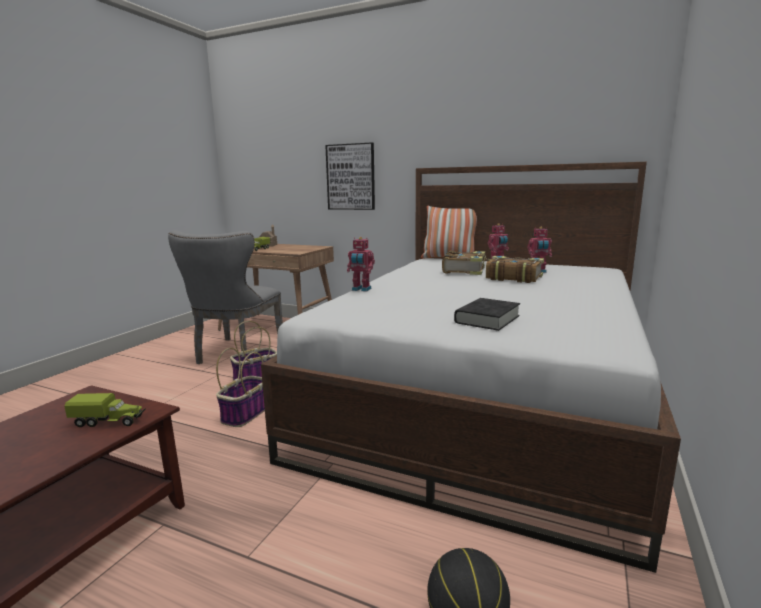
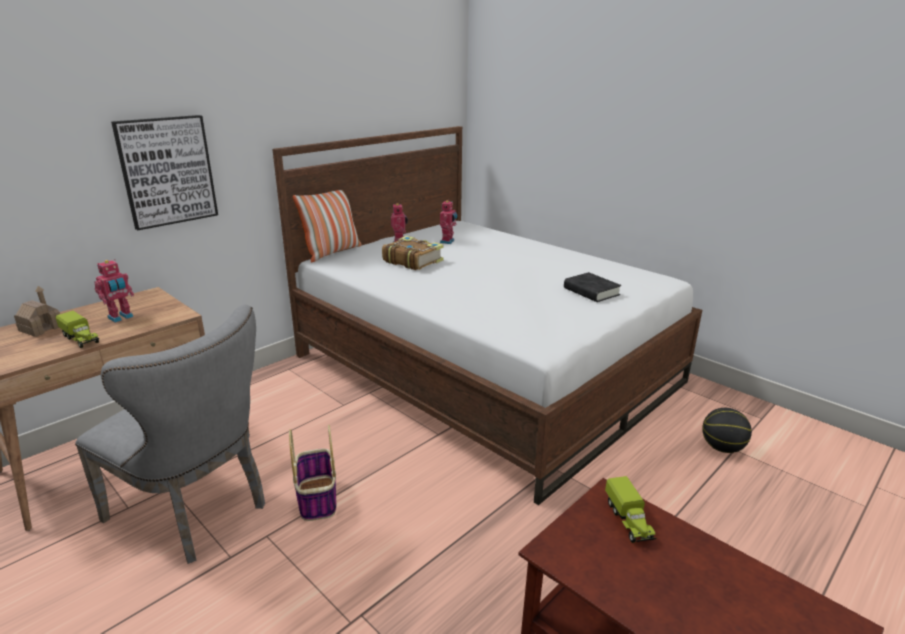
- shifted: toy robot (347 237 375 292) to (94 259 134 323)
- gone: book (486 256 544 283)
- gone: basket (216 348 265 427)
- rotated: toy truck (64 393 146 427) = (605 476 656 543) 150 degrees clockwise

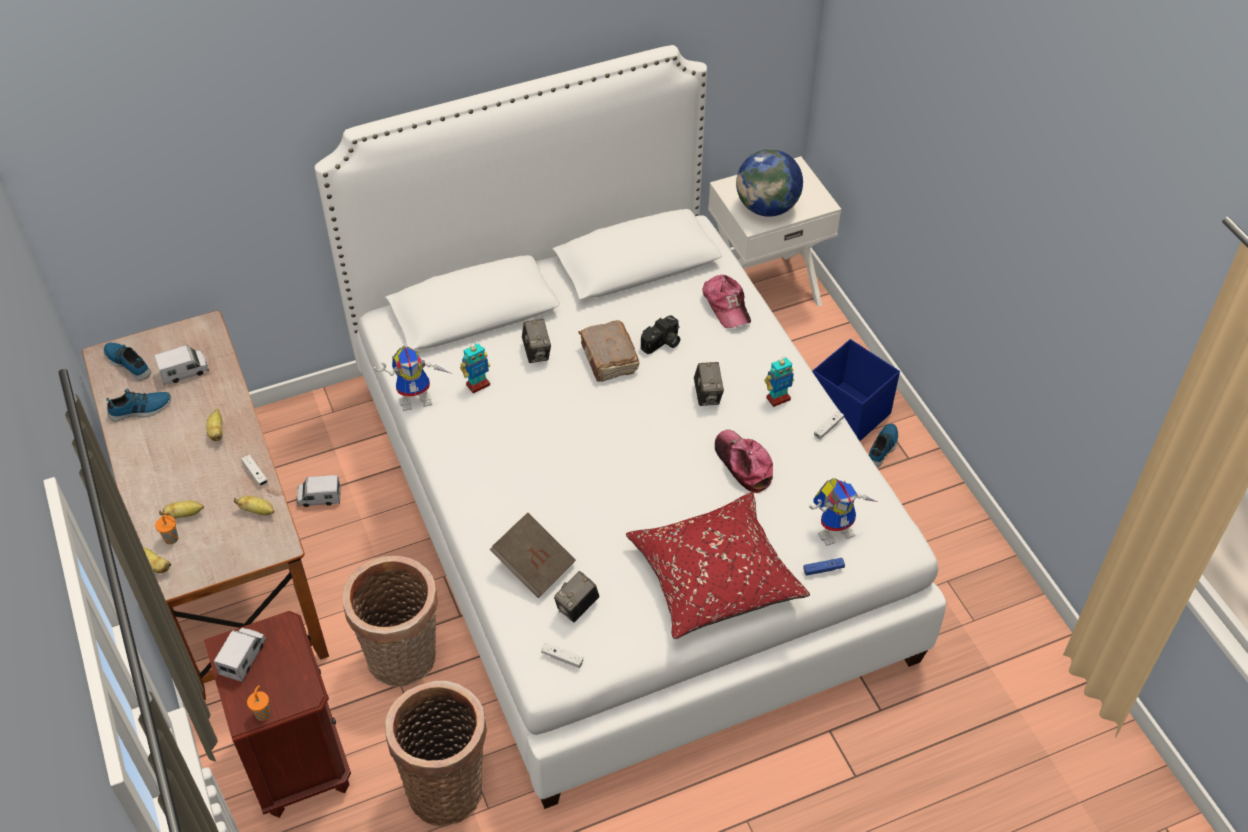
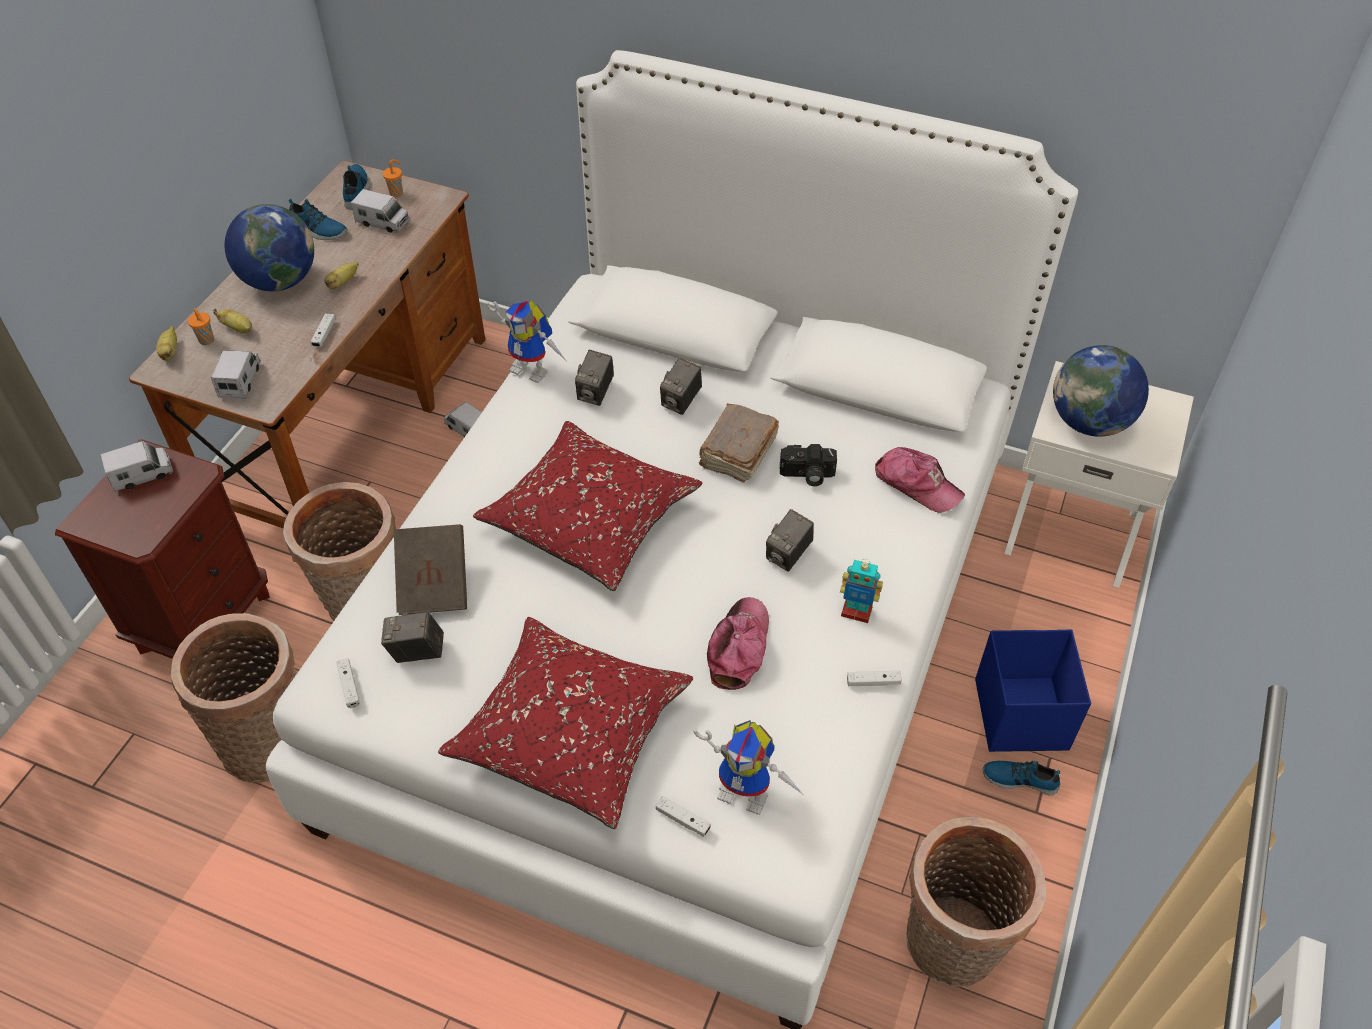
- rotated: cap (703 275 751 328) = (875 447 965 513) 75 degrees counterclockwise
- swapped: toy robot (460 343 490 393) to photo camera (575 350 614 406)
- rotated: shoe (869 424 898 467) = (983 761 1060 796) 150 degrees counterclockwise
- gone: banana (234 495 274 516)
- repainted: blue game controller (804 558 845 576) to white game controller (656 796 711 837)
- shifted: orange cup (247 685 270 721) to (383 159 403 198)
- new: globe (225 204 314 291)
- new: toy truck (211 350 261 399)
- new: red pillow (473 421 702 591)
- new: basket (906 816 1046 987)

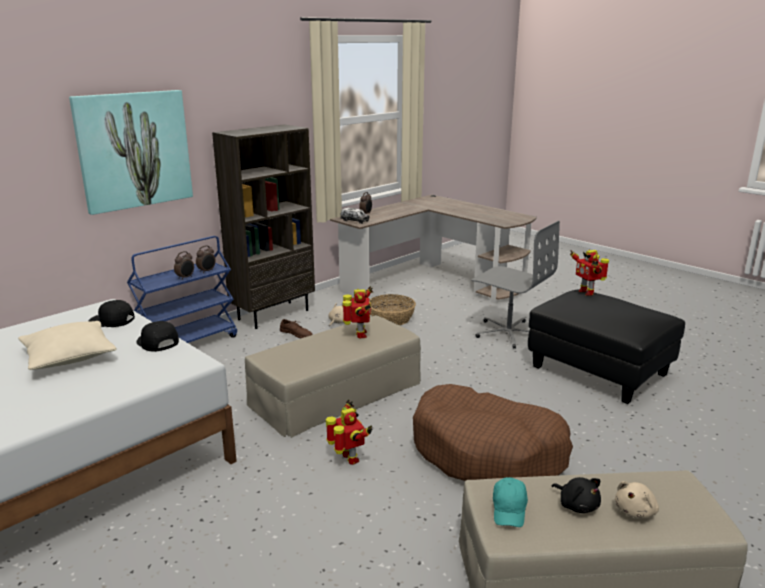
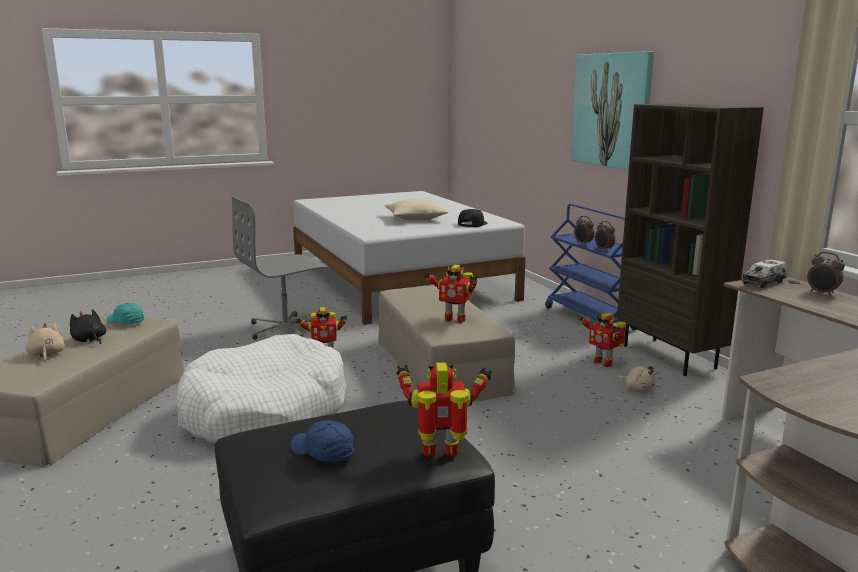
- shifted: grey office chair (472 220 560 349) to (232 197 328 340)
- gone: basket (369 294 416 325)
- swapped: brown shoe (280 319 313 338) to toy robot (579 313 626 367)
- gone: black cap (136 321 179 352)
- repainted: brown dog bed (413 384 573 481) to white dog bed (177 334 346 443)
- rotated: black plush toy (552 477 601 513) = (70 309 106 344) 60 degrees clockwise
- new: blue cap (291 420 355 462)

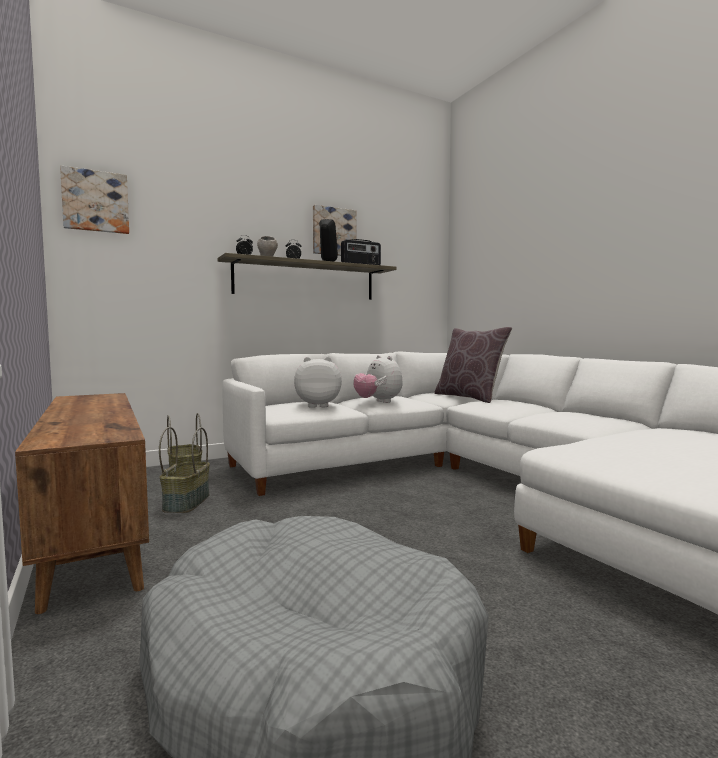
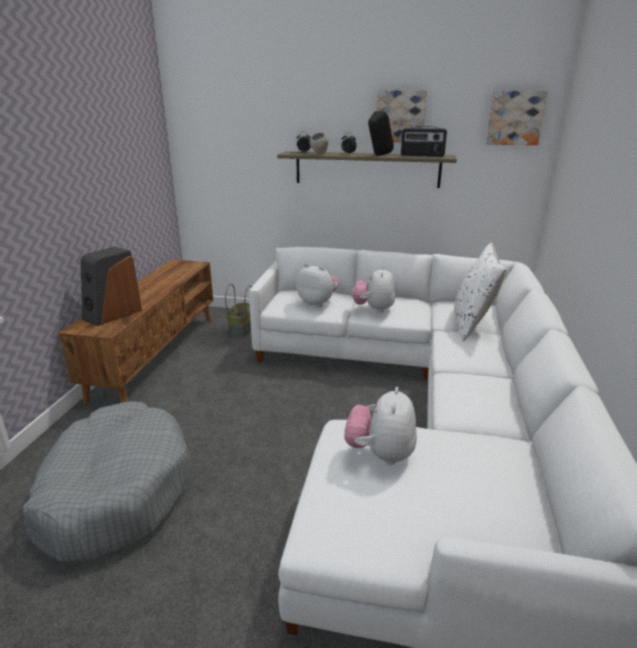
- shifted: picture (60 165 129 234) to (486 91 548 145)
- repainted: brown pillow (434 327 512 403) to white pillow (454 243 506 341)
- gone: basket (159 427 210 513)
- new: speaker (81 247 142 326)
- new: plush toy (344 387 417 465)

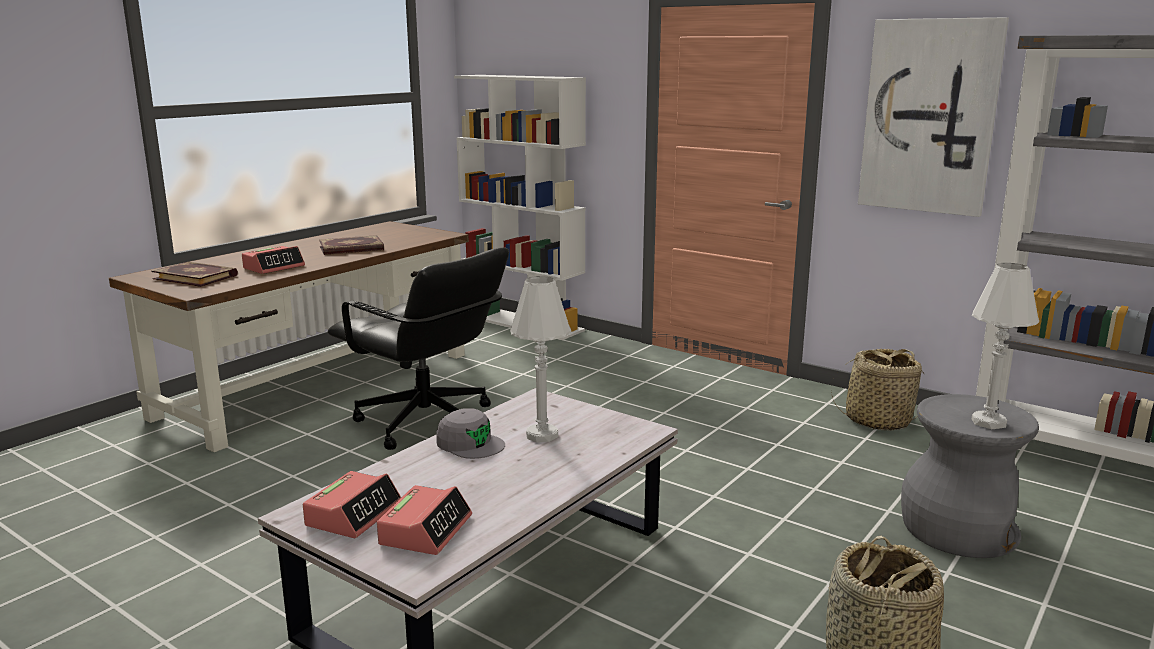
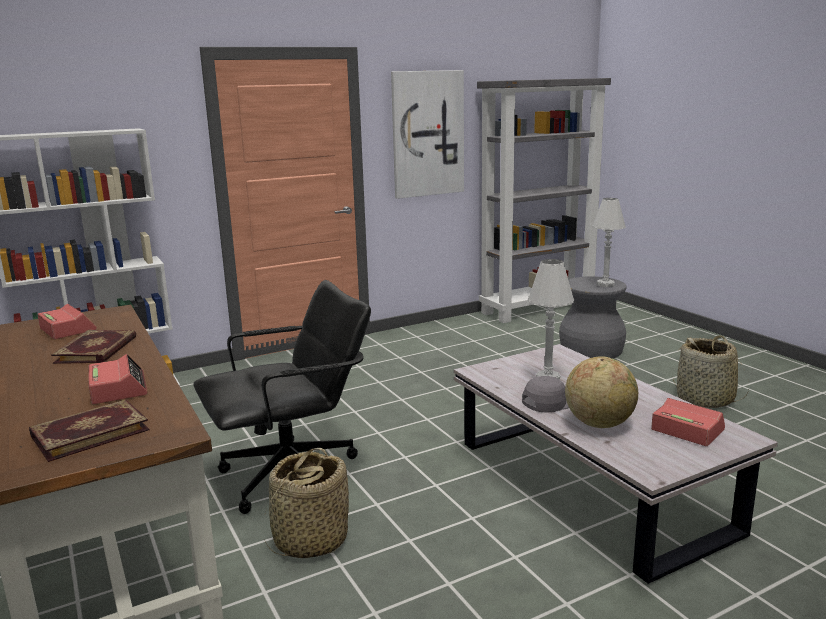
- shifted: basket (831 348 925 431) to (264 448 349 558)
- shifted: alarm clock (303 471 401 538) to (38 304 97 339)
- new: globe (565 357 638 428)

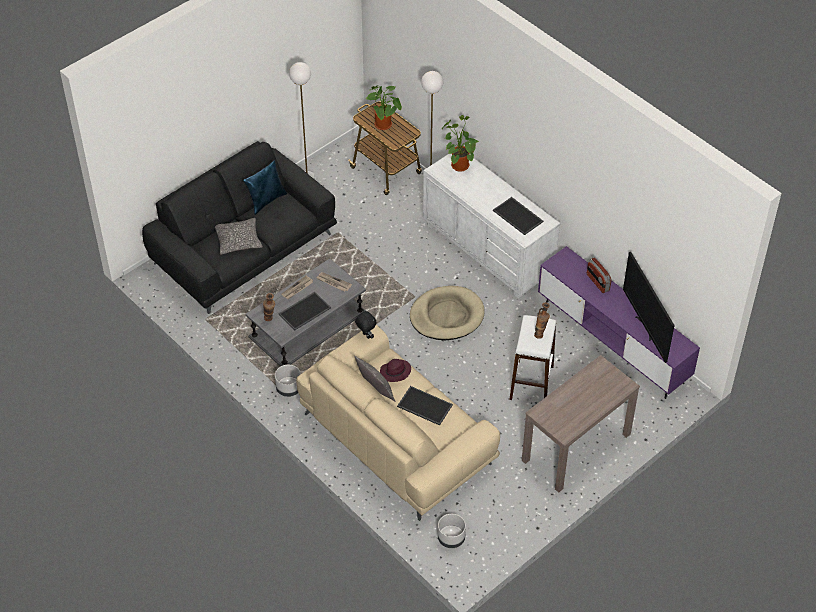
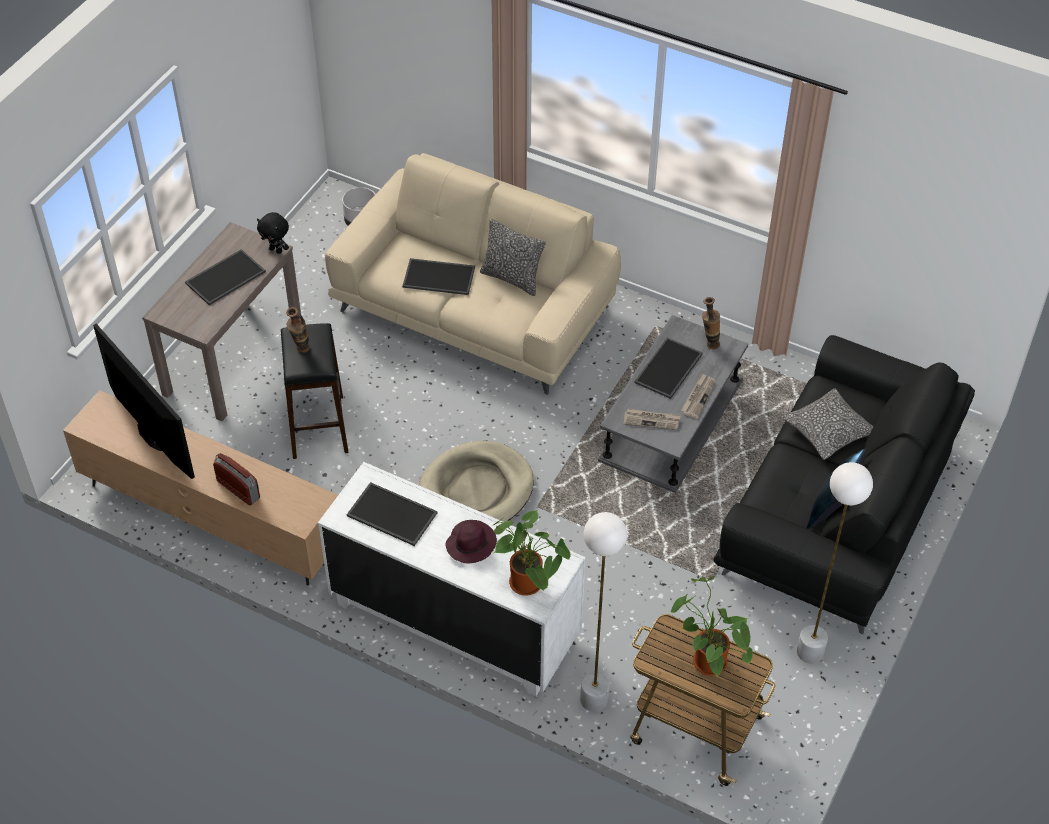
- repainted: purple tv stand (538 246 700 399) to brown tv stand (63 390 338 585)
- shifted: black plush toy (355 310 376 339) to (257 212 289 254)
- repainted: white stool (509 315 556 400) to black stool (281 323 348 459)
- shifted: purple hat (380 359 411 382) to (445 520 497 563)
- gone: grey planter (275 365 301 397)
- new: tray (185 249 266 305)

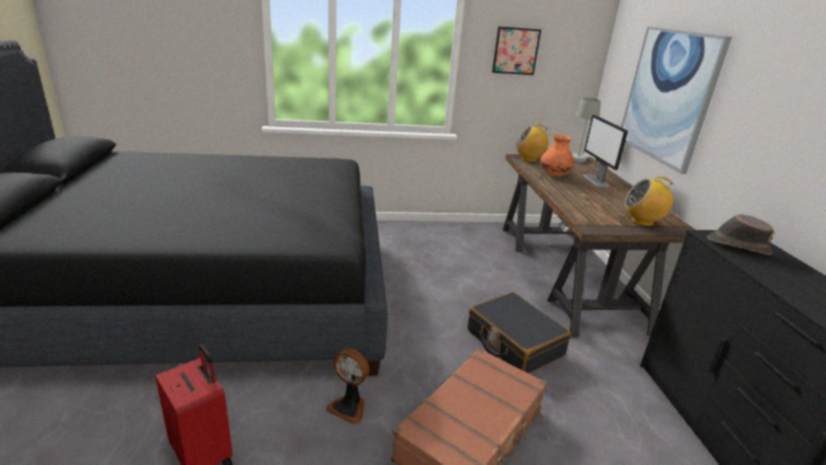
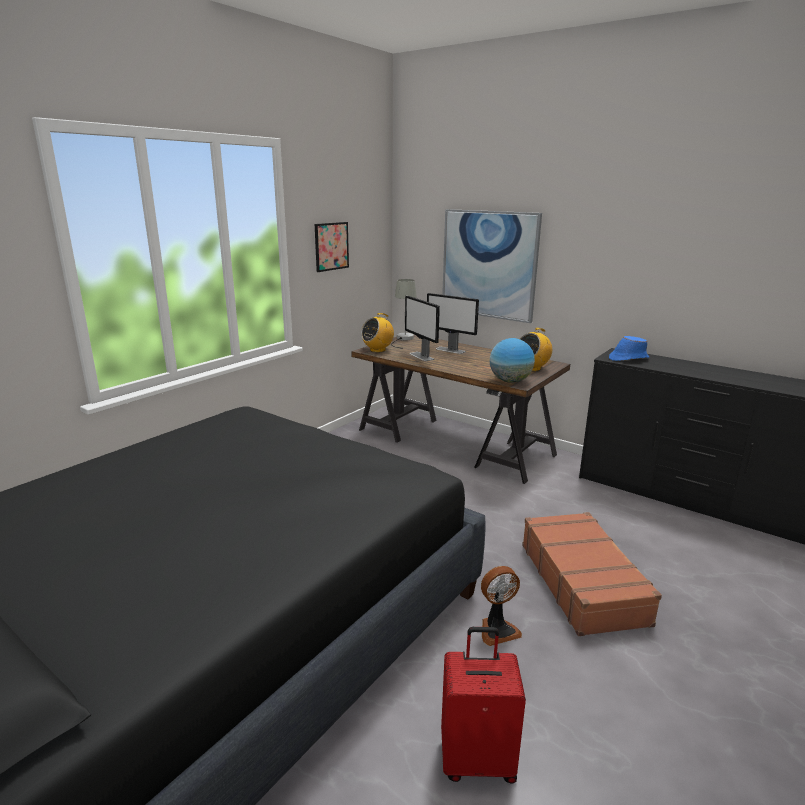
- swapped: orange vase (541 135 575 177) to monitor (405 296 440 361)
- repainted: brown hat (707 214 774 255) to blue hat (609 336 649 361)
- gone: black suitcase (468 292 571 374)
- new: globe (490 338 535 383)

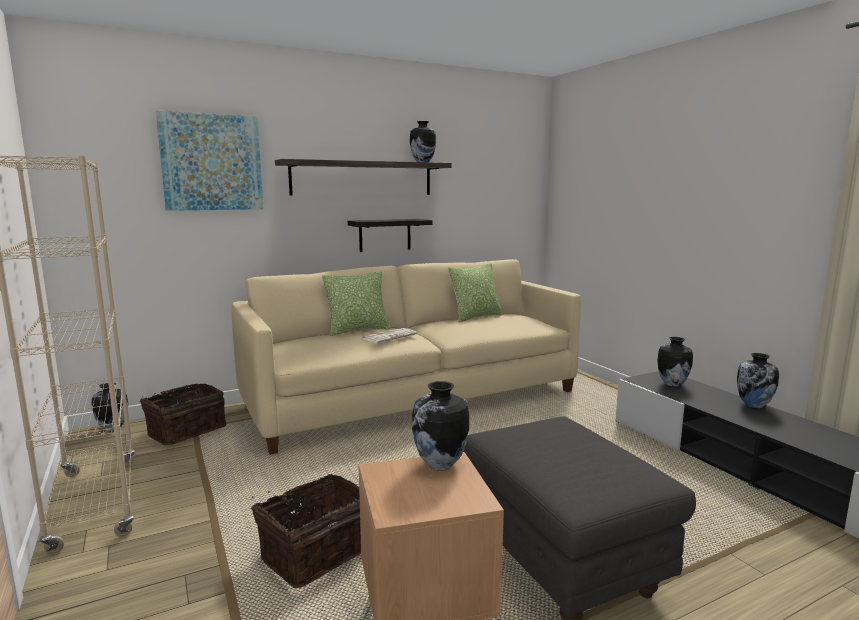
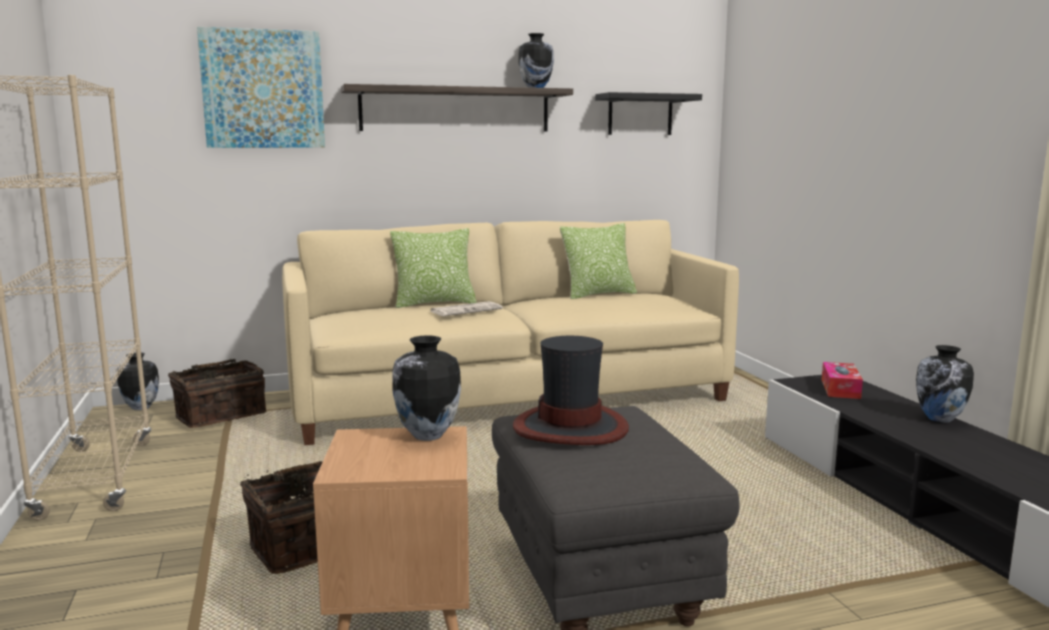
- shifted: black shelf (348 219 433 252) to (595 92 702 135)
- swapped: vase (657 337 693 387) to tissue box (822 362 863 399)
- new: hat (513 336 629 445)

